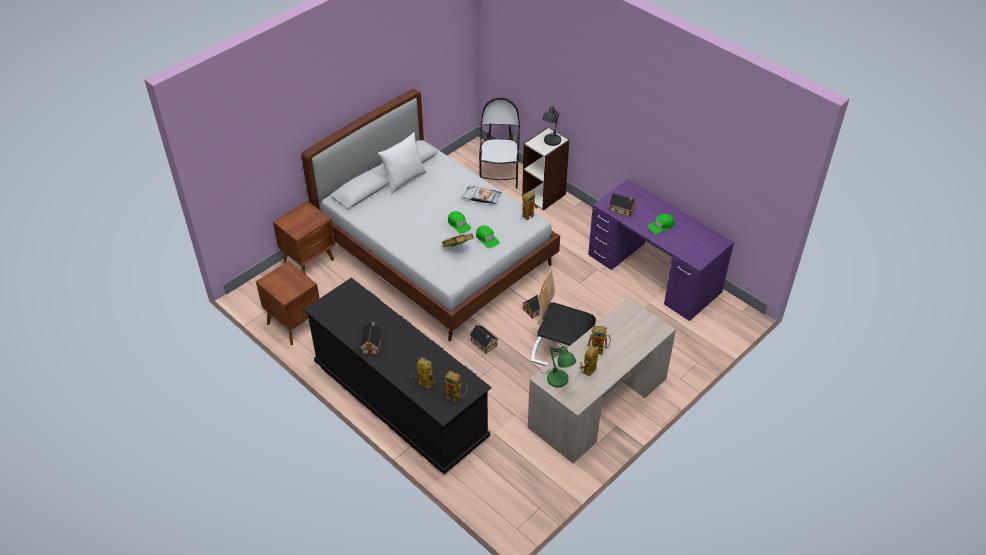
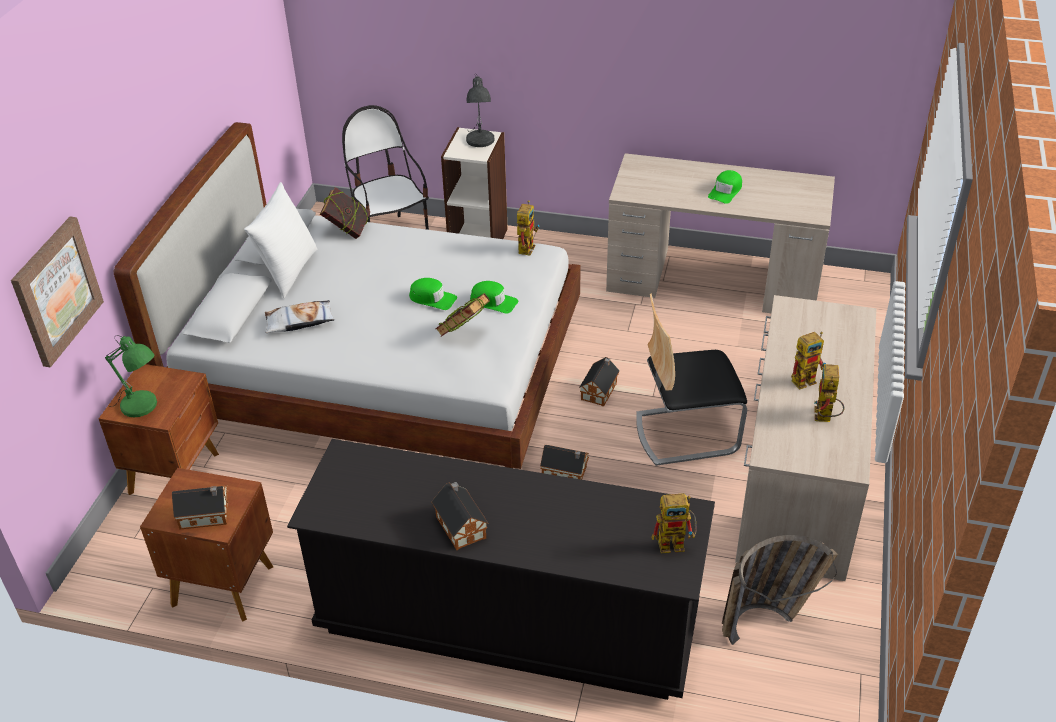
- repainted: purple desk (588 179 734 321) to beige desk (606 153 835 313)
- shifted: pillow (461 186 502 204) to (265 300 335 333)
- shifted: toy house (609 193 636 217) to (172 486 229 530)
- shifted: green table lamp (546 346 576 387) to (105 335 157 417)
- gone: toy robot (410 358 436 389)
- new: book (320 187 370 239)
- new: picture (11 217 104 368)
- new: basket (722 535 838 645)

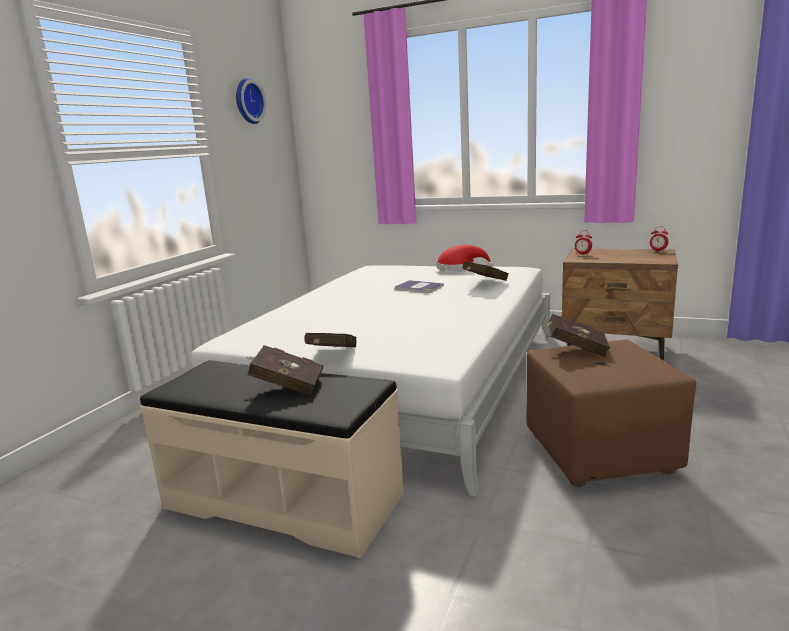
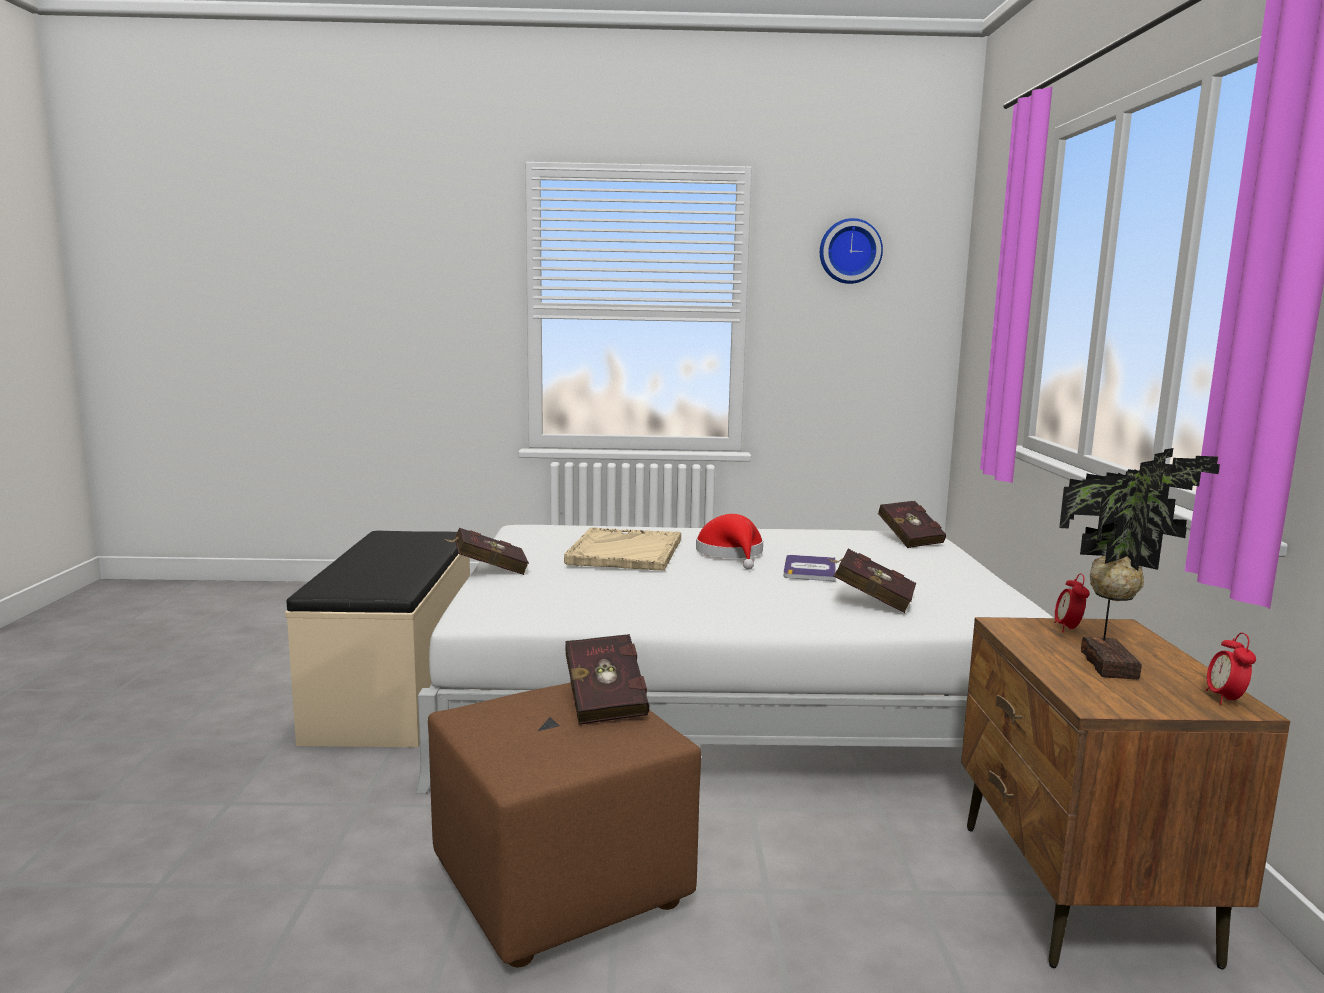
- shifted: red hat (436 245 493 271) to (696 514 763 570)
- shifted: red book (247 345 324 396) to (878 501 946 548)
- new: potted plant (1059 448 1220 679)
- new: beige tray (564 527 681 571)

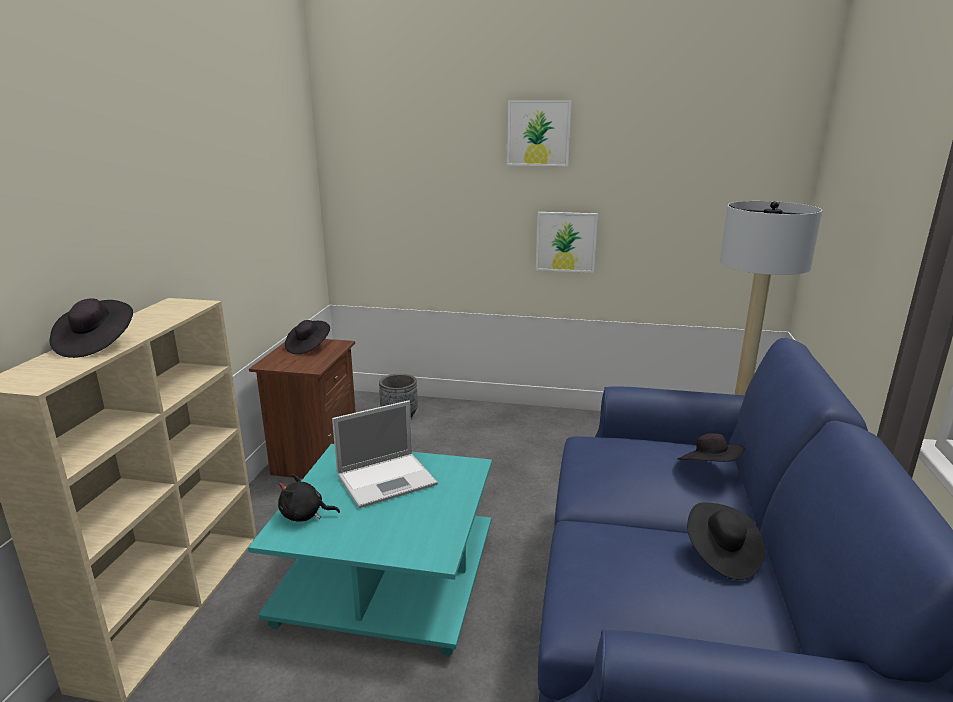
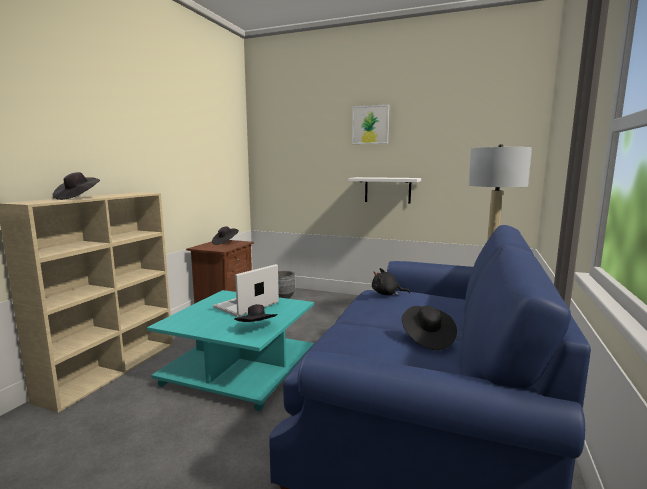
- swapped: picture (536 212 598 273) to white shelf (349 177 421 203)
- rotated: laptop (332 400 438 508) = (213 264 279 317) 150 degrees clockwise
- shifted: black hat (677 433 745 462) to (234 304 278 322)
- shifted: black plush toy (278 474 340 522) to (372 268 410 295)

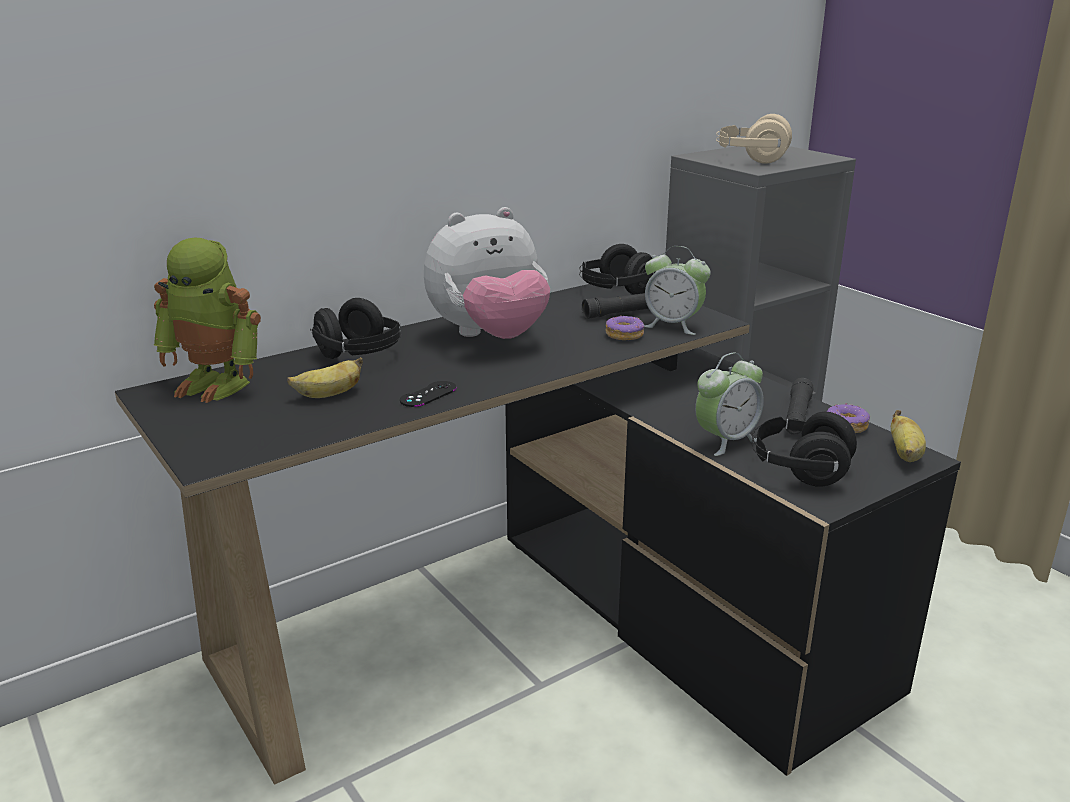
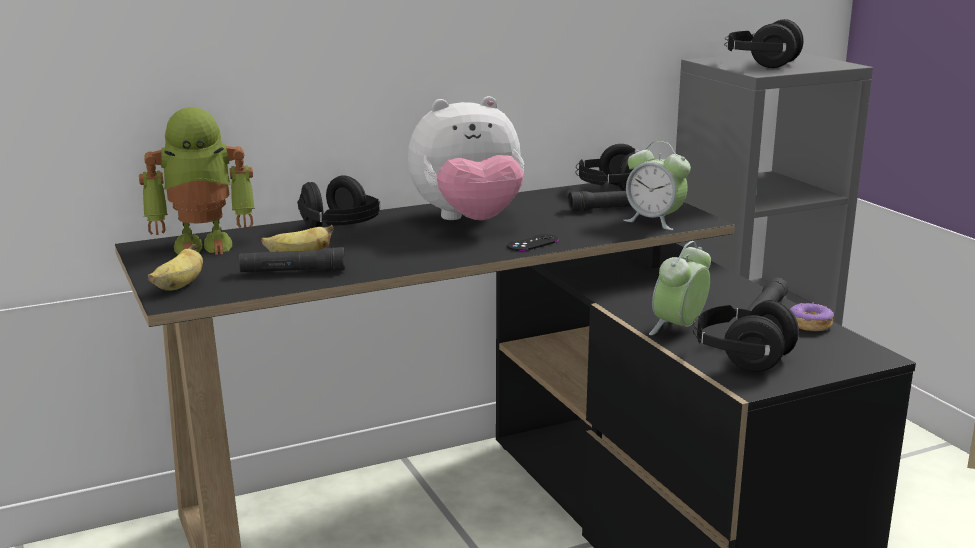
- repainted: beige headphones (716 114 792 164) to black headphones (724 19 804 68)
- rotated: toy robot (154 238 261 403) = (139 107 255 255) 45 degrees counterclockwise
- gone: donut (605 316 645 340)
- rotated: alarm clock (695 352 764 456) = (649 241 711 335) 150 degrees clockwise
- shifted: black game controller (400 381 457 407) to (507 234 559 251)
- shifted: banana (891 410 926 462) to (148 244 203 291)
- new: black flashlight (239 247 345 272)

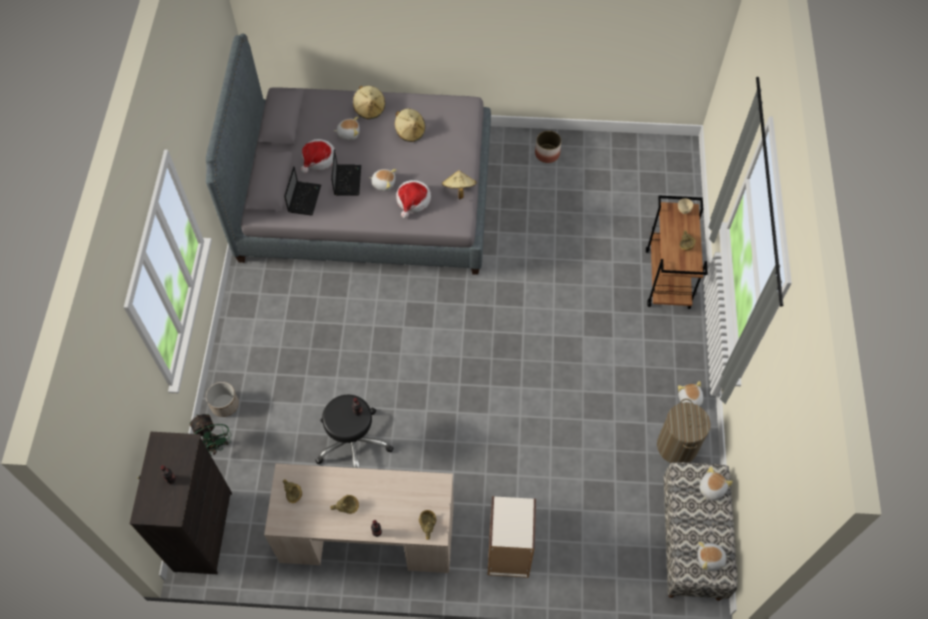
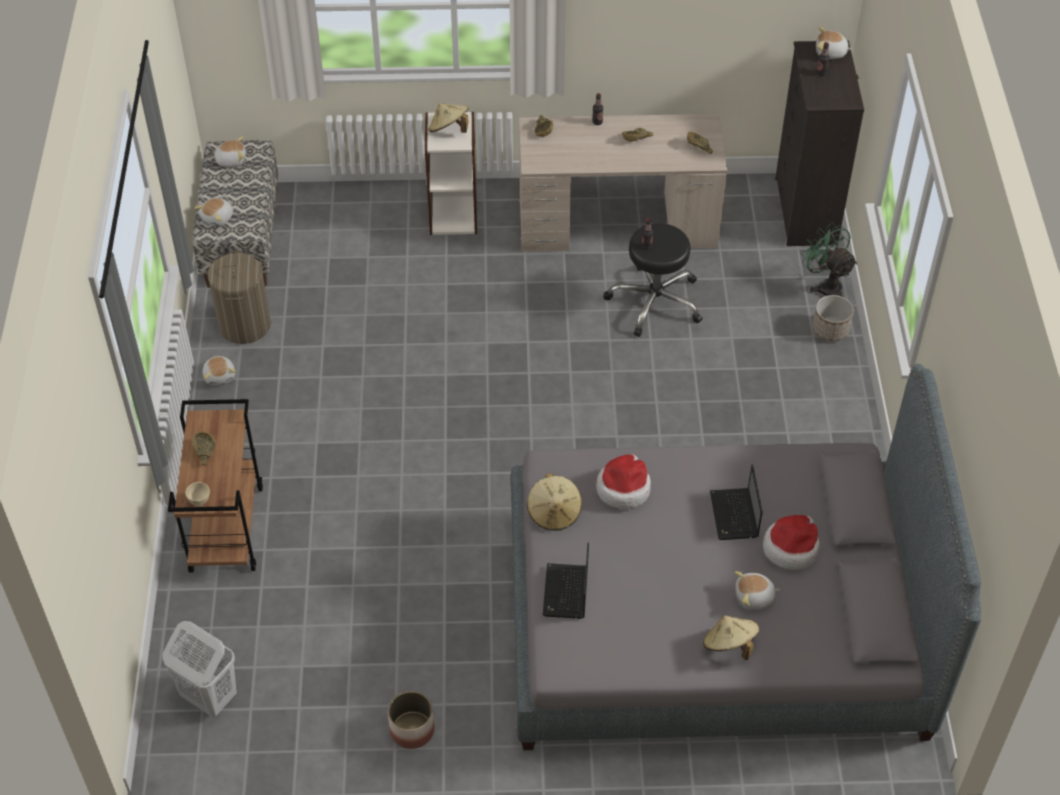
- shifted: beige hat (394 108 425 142) to (428 103 469 133)
- shifted: laptop (284 166 321 215) to (543 543 589 619)
- shifted: plush toy (369 169 397 191) to (816 27 853 59)
- new: white laundry basket (162 621 237 717)

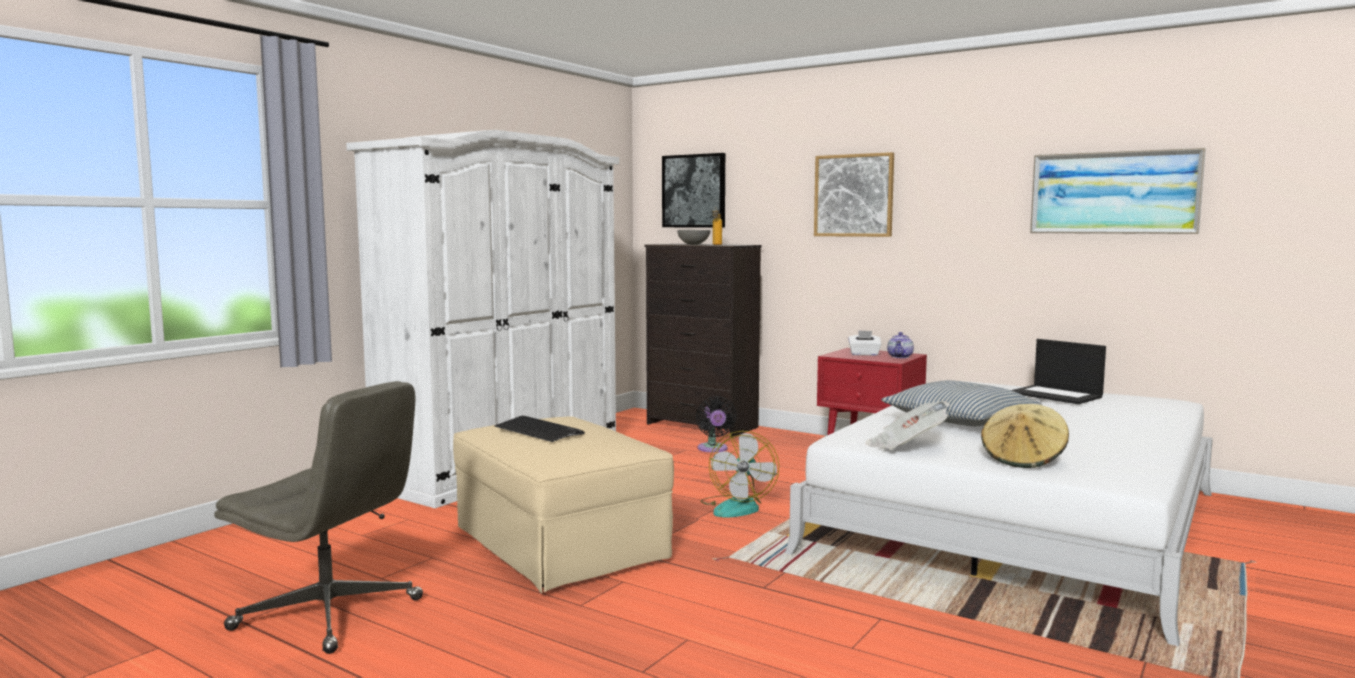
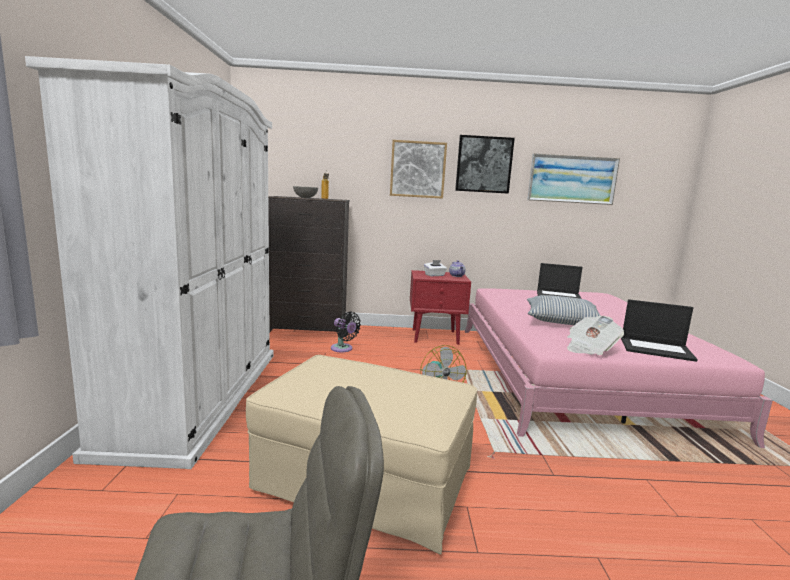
- shifted: picture (662 153 725 227) to (455 135 515 194)
- repainted: white bed (785 381 1213 646) to pink bed (465 288 773 448)
- swapped: beige hat (981 404 1069 468) to laptop (621 299 698 362)
- gone: keyboard (495 416 585 442)

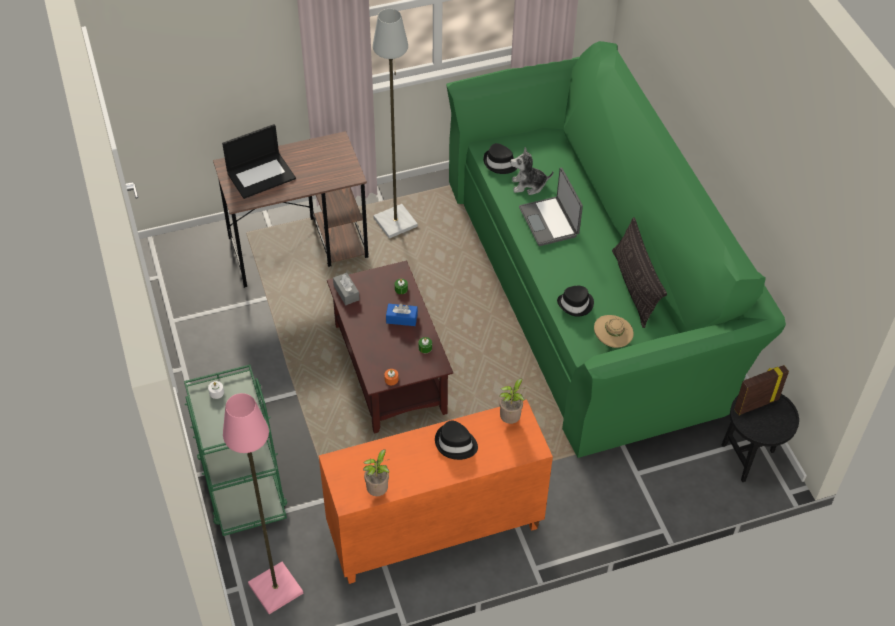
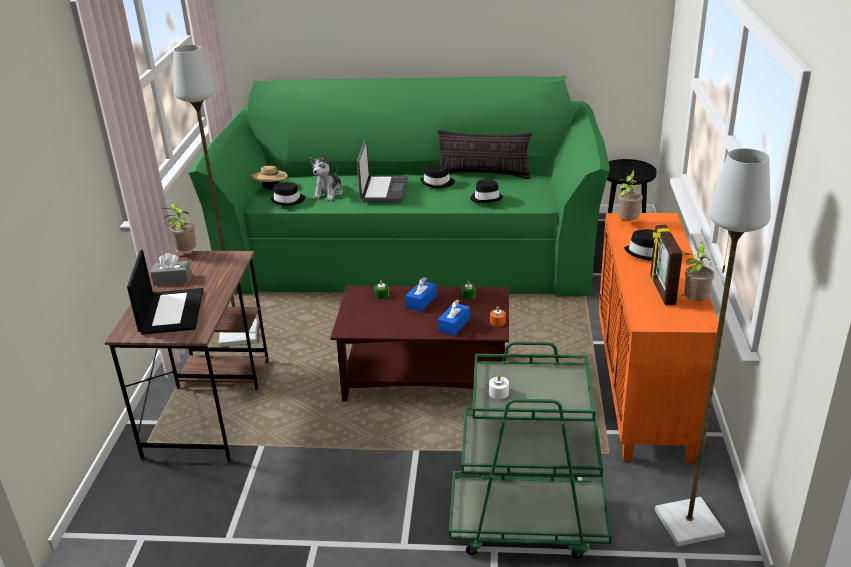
- rotated: laptop (519 167 583 246) = (357 140 408 202) 90 degrees counterclockwise
- shifted: grey tissue box (333 273 360 305) to (150 253 191 285)
- shifted: beige hat (594 315 634 348) to (252 166 288 189)
- shifted: picture frame (734 365 789 415) to (650 225 683 306)
- repainted: pink floor lamp (223 393 303 614) to grey floor lamp (655 148 771 547)
- new: black hat (420 165 455 188)
- new: potted plant (161 203 196 254)
- new: blue tissue box (438 300 470 336)

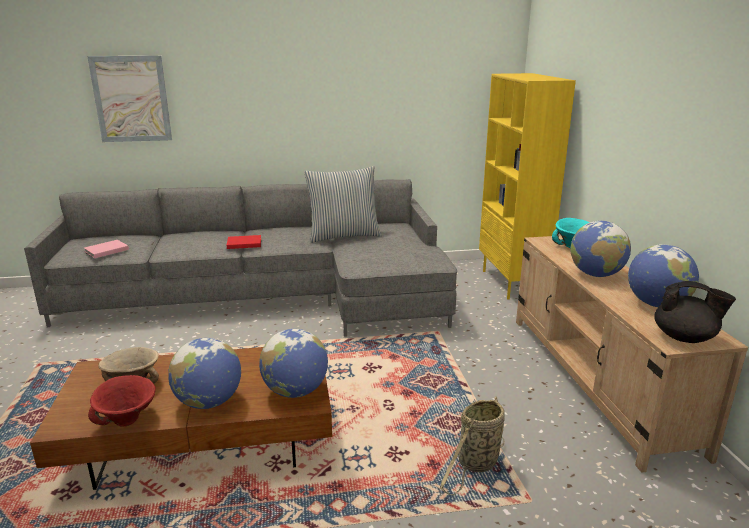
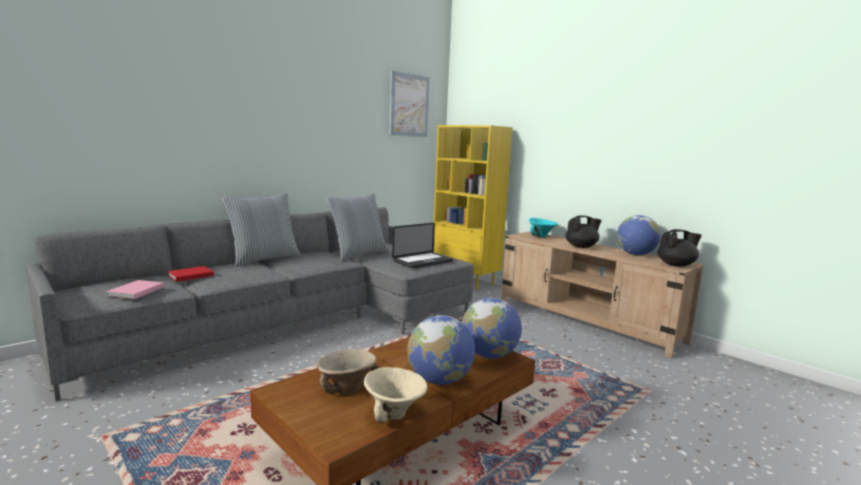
- shifted: picture (87 56 172 142) to (389 71 429 137)
- swapped: globe (570 221 631 277) to black teapot (565 215 602 248)
- shifted: red book (227 235 261 249) to (167 266 214 282)
- repainted: red bowl (88 375 156 427) to beige bowl (364 367 428 423)
- gone: basket (440 396 505 495)
- new: pillow (222 193 301 266)
- new: laptop (392 223 453 268)

